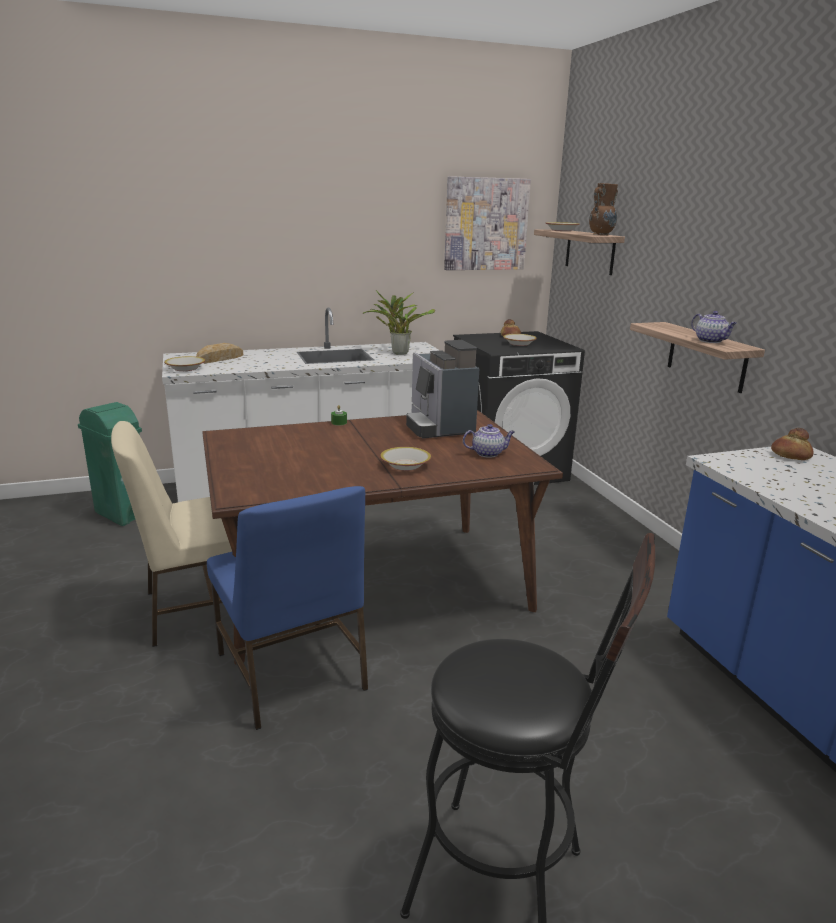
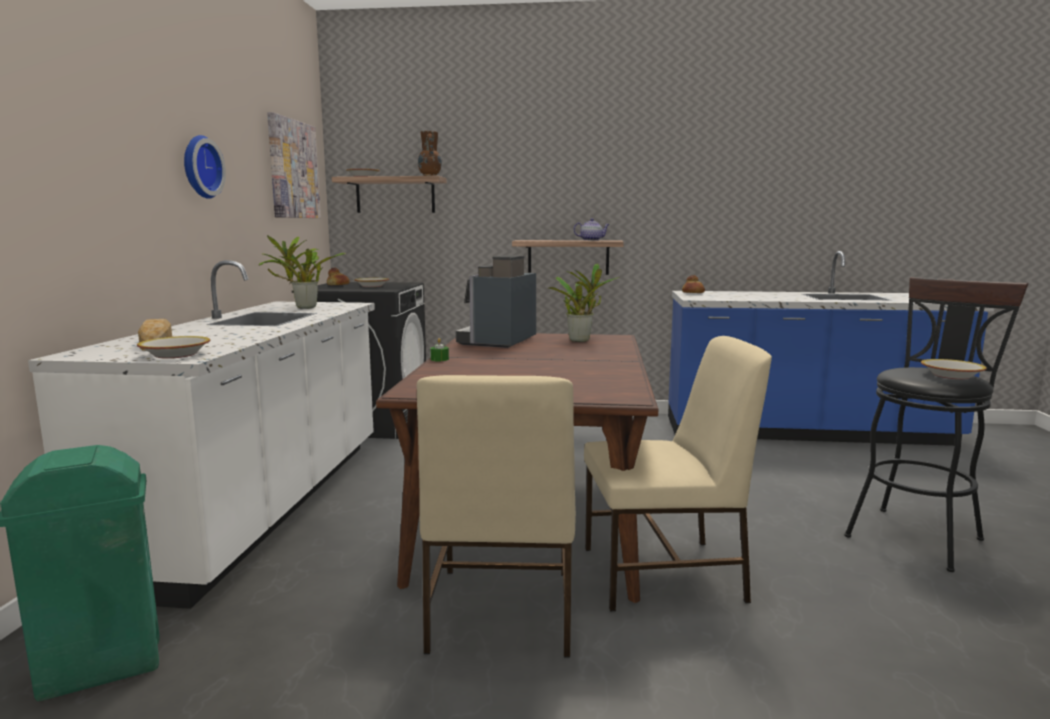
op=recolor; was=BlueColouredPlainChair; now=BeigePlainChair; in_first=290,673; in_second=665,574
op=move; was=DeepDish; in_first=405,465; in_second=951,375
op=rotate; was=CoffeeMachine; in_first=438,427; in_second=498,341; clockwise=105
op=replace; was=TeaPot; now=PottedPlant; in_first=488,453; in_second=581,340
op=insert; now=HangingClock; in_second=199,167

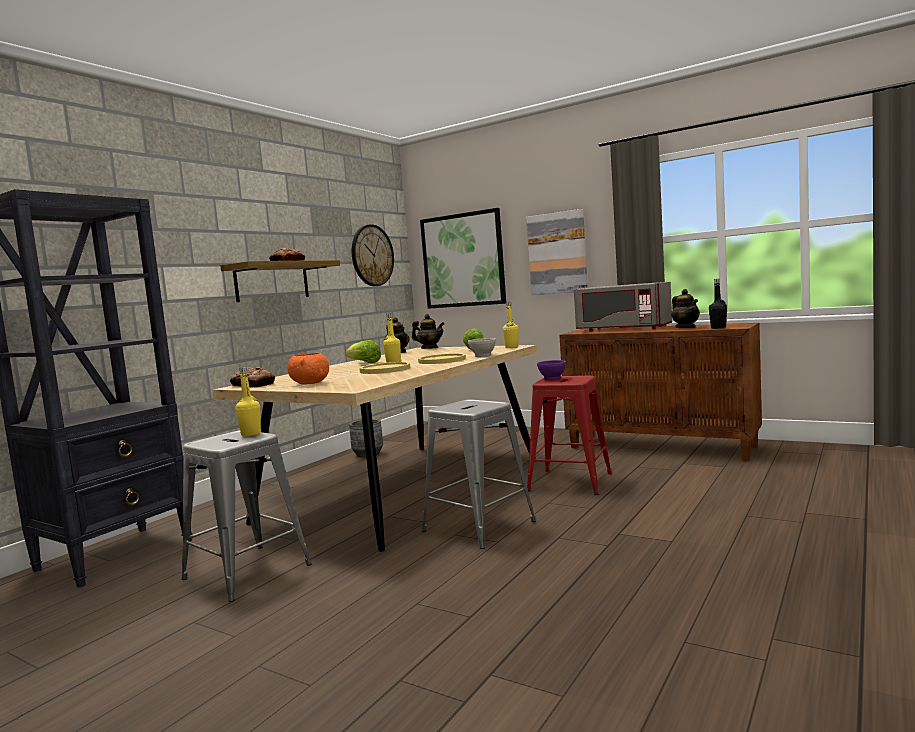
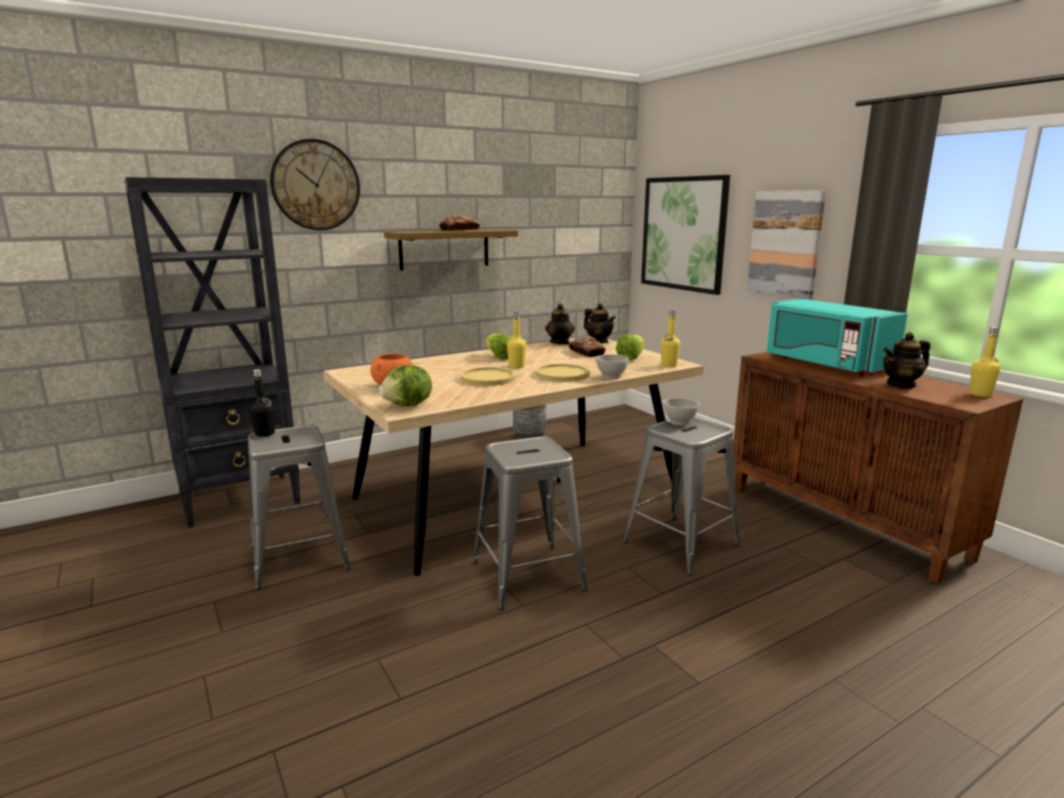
op=move; was=BakeryBread; in_first=253,385; in_second=586,352
op=move; was=YellowishBottle; in_first=251,434; in_second=980,394
op=move; was=HangingClock; in_first=372,255; in_second=315,185
op=recolor; was=RedColouredStoolSeat; now=GreyStoolSeat; in_first=569,482; in_second=680,543
op=recolor; was=PurplishDeepDish; now=WhitishDeepDish; in_first=552,378; in_second=680,422
op=recolor; was=GreyKitchenMicrowave; now=BlueGreenKitchenMicrowave; in_first=622,329; in_second=825,364
op=rotate; was=TeaPot; in_first=686,328; in_second=901,385; clockwise=60
op=move; was=BlackColouredBottle; in_first=718,328; in_second=265,434
op=insert; now=HeadOfLettuce; in_second=408,406

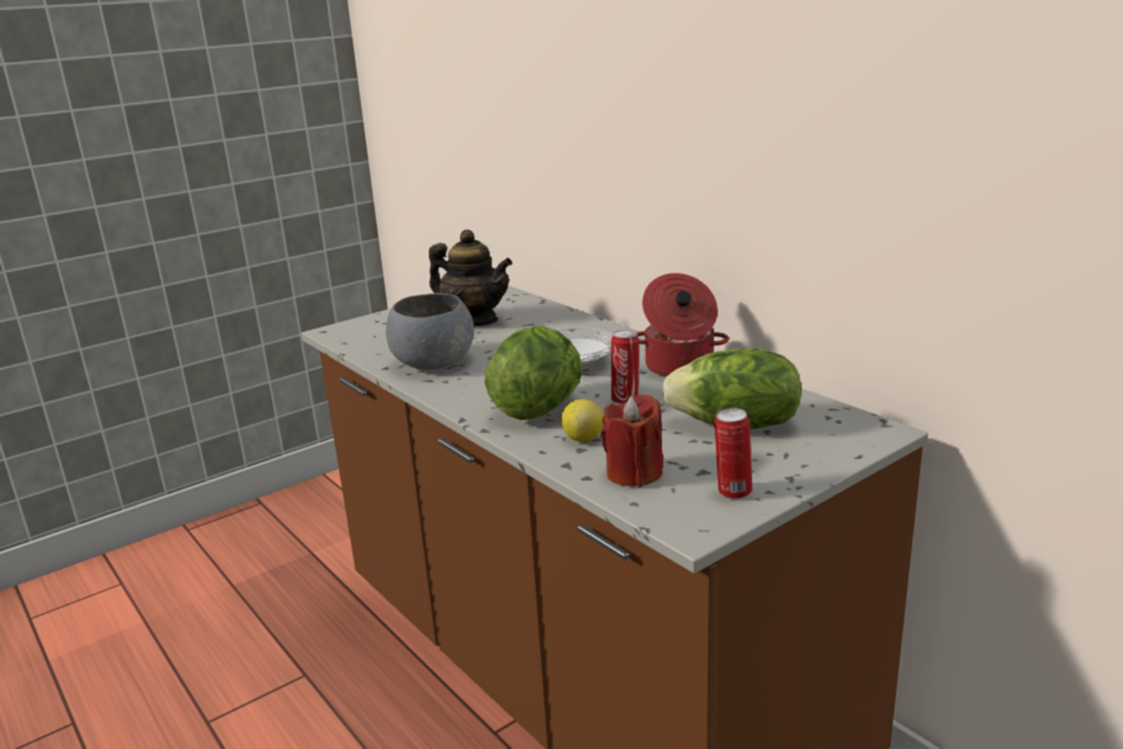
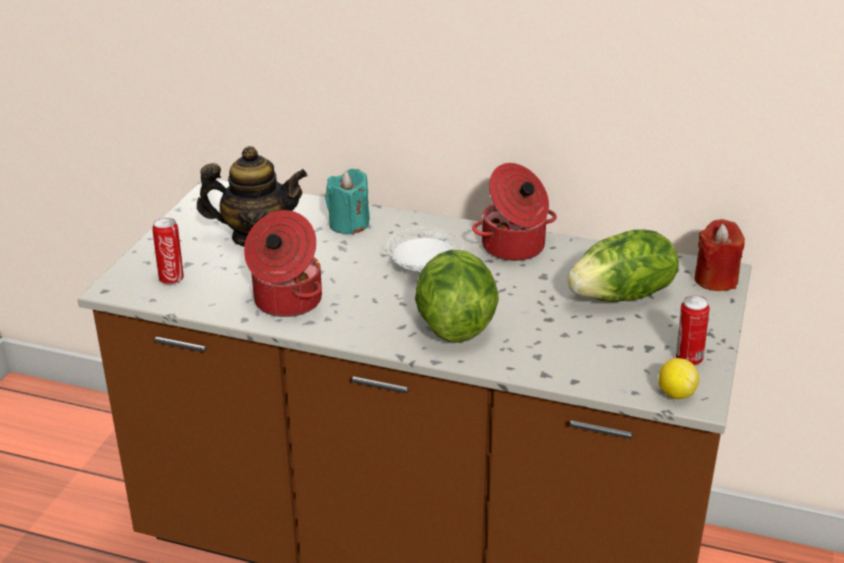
op=replace; was=GreyDeepDish; now=CookingPot; in_first=432,363; in_second=286,301
op=move; was=CitrusFruit; in_first=583,438; in_second=676,393
op=move; was=RedColouredWaxCandle; in_first=634,473; in_second=715,280
op=move; was=SealedCan; in_first=625,400; in_second=171,278
op=insert; now=BlueGreenWaxCandle; in_second=349,224

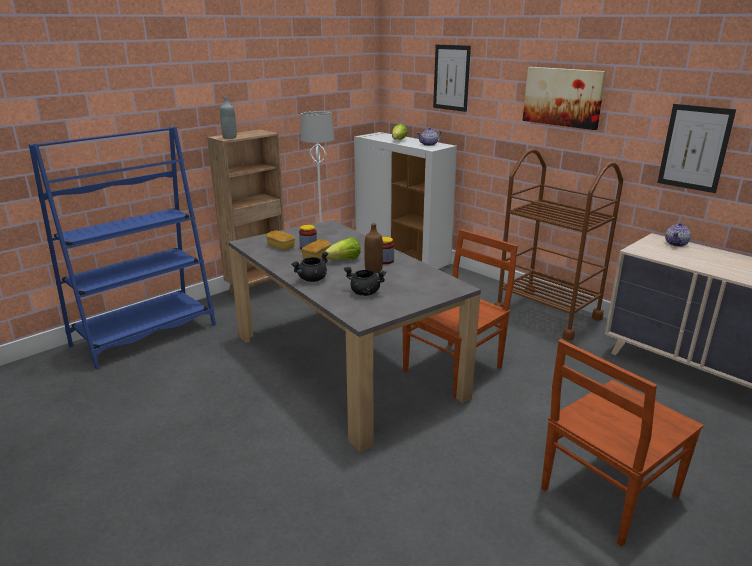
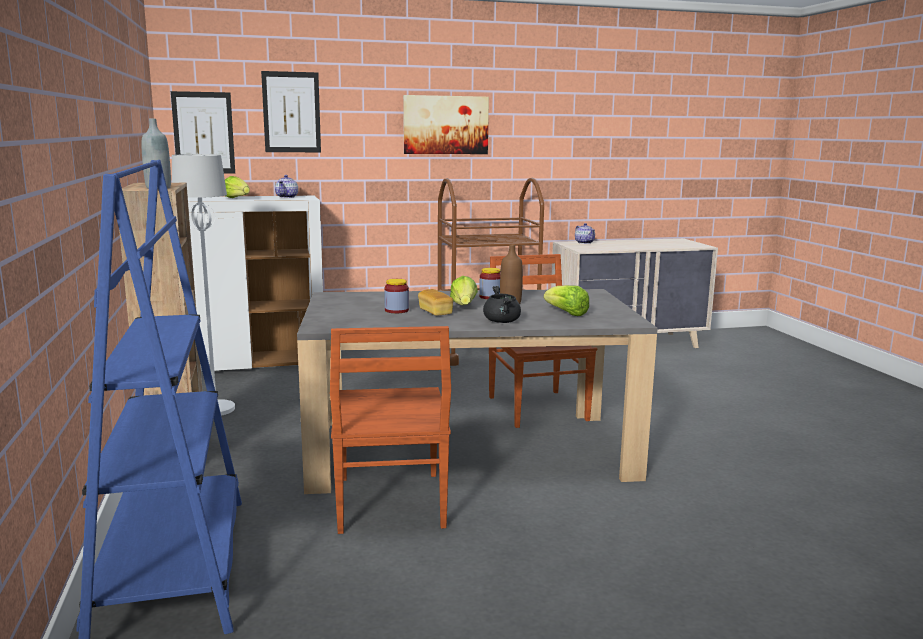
op=delete; was=BakeryBread; in_first=281,246
op=replace; was=BlackColouredCookingPot; now=HeadOfLettuce; in_first=364,293; in_second=566,313
op=move; was=BrownishPlainChair; in_first=607,493; in_second=390,503
op=move; was=WallArt; in_first=694,148; in_second=203,133

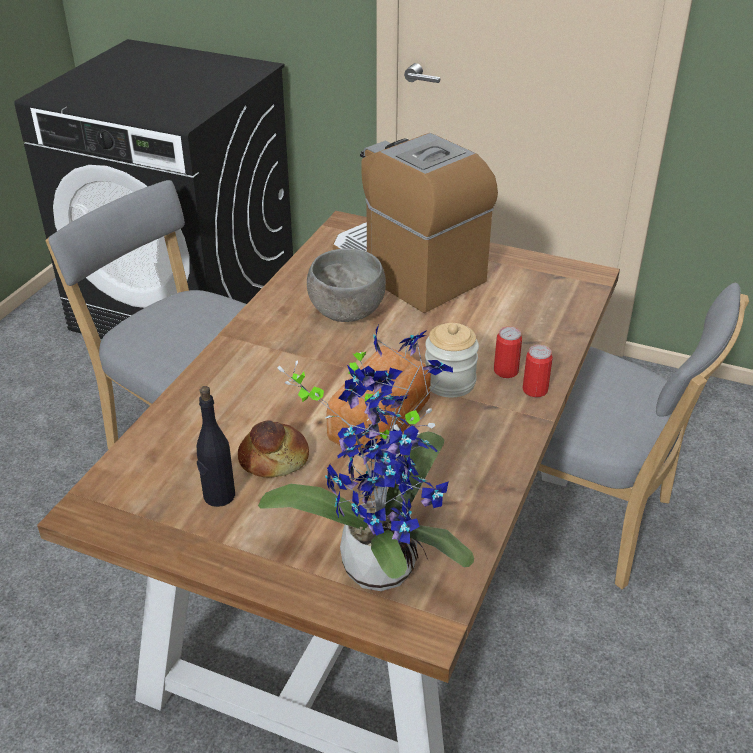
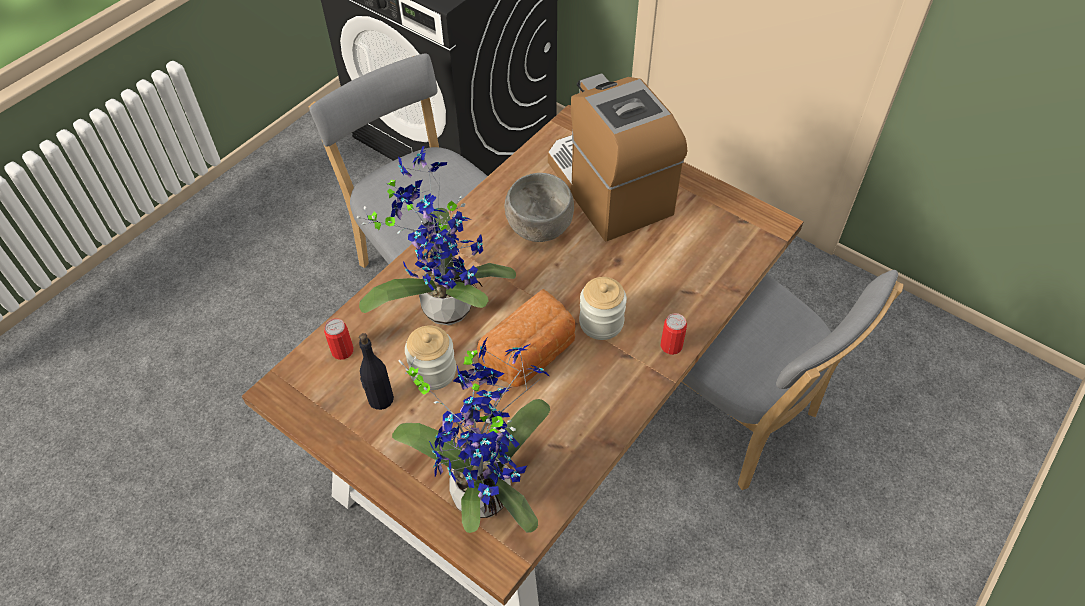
op=replace; was=BakeryBread; now=Jar; in_first=274,458; in_second=433,371
op=move; was=SealedCan; in_first=506,371; in_second=342,351
op=insert; now=PottedPlant; in_second=444,303

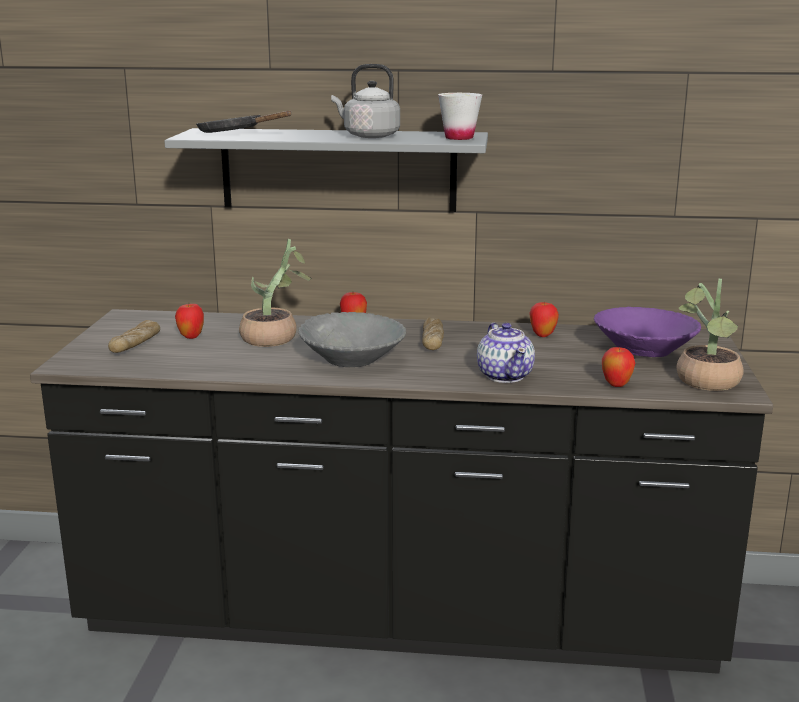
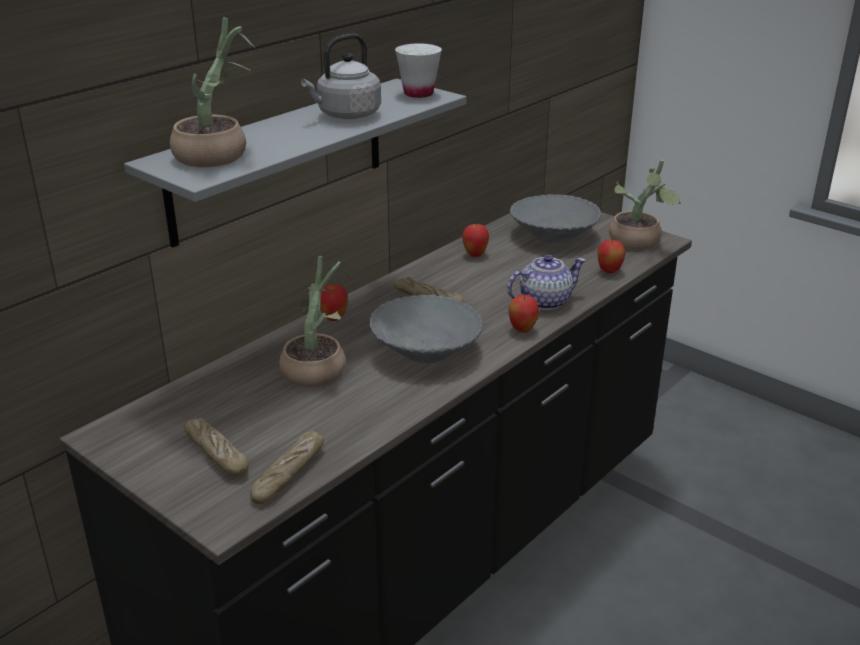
op=move; was=Apple; in_first=191,337; in_second=522,330
op=replace; was=BlackColouredSkillet; now=PottedPlant; in_first=236,133; in_second=219,155
op=rotate; was=TeaPot; in_first=505,375; in_second=544,301; clockwise=-45
op=recolor; was=PurplishDeepDish; now=GreyDeepDish; in_first=643,350; in_second=553,235
op=insert; now=BakeryBread; in_second=288,474

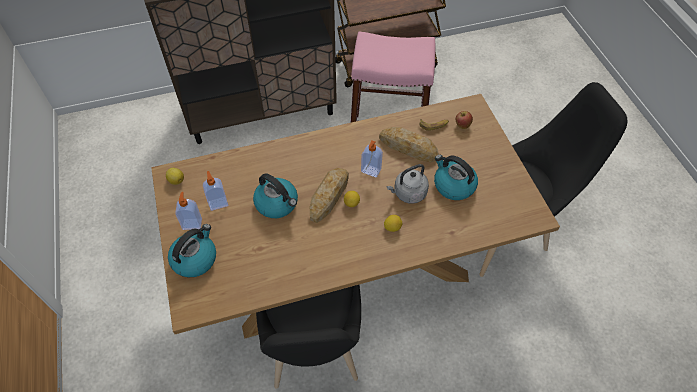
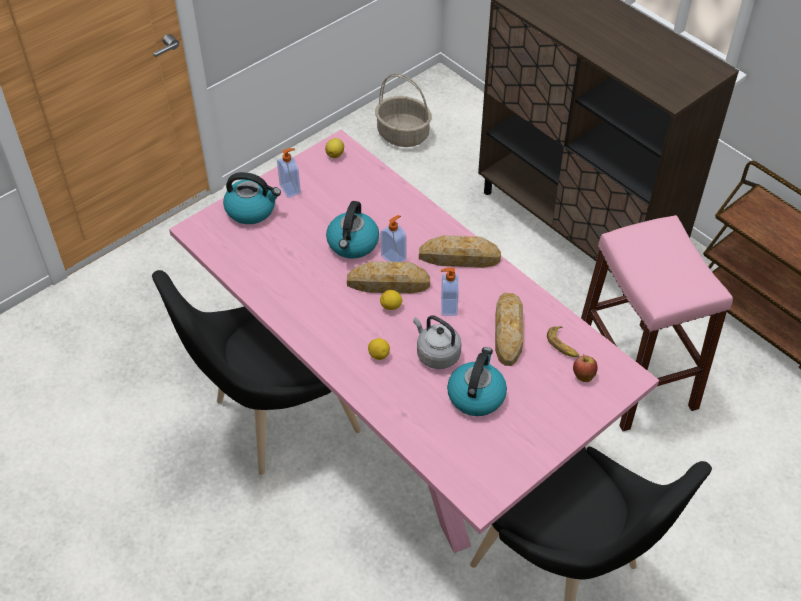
op=recolor; was=BrownishDinnerTable; now=PinkDinnerTable; in_first=348,266; in_second=402,409
op=move; was=LiquidSoapBottle; in_first=218,203; in_second=394,257
op=insert; now=Basket; in_second=403,134
op=insert; now=BakeryBread; in_second=459,257

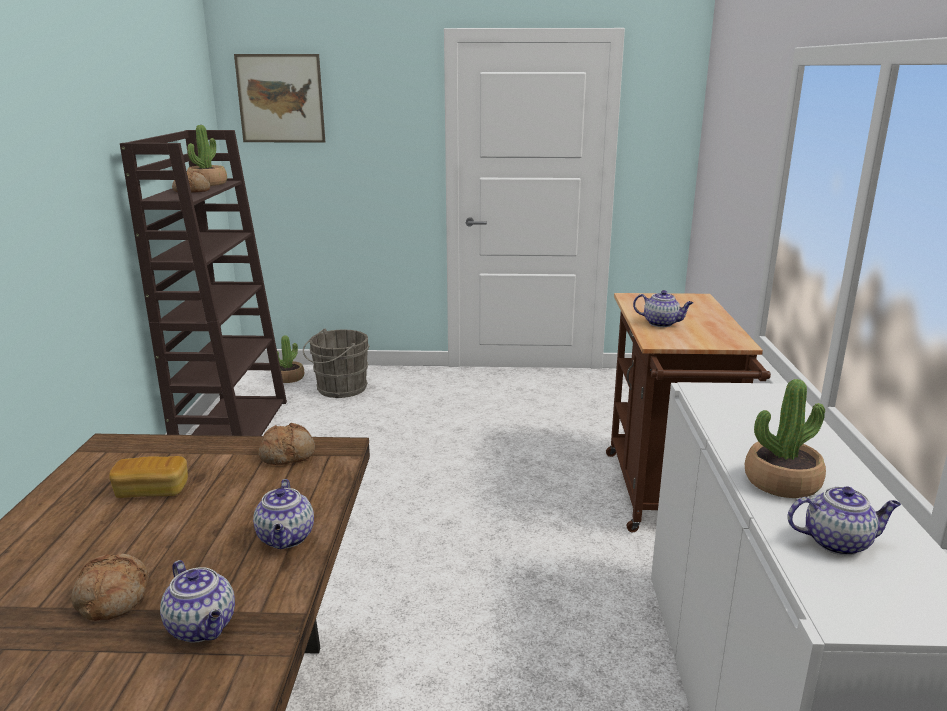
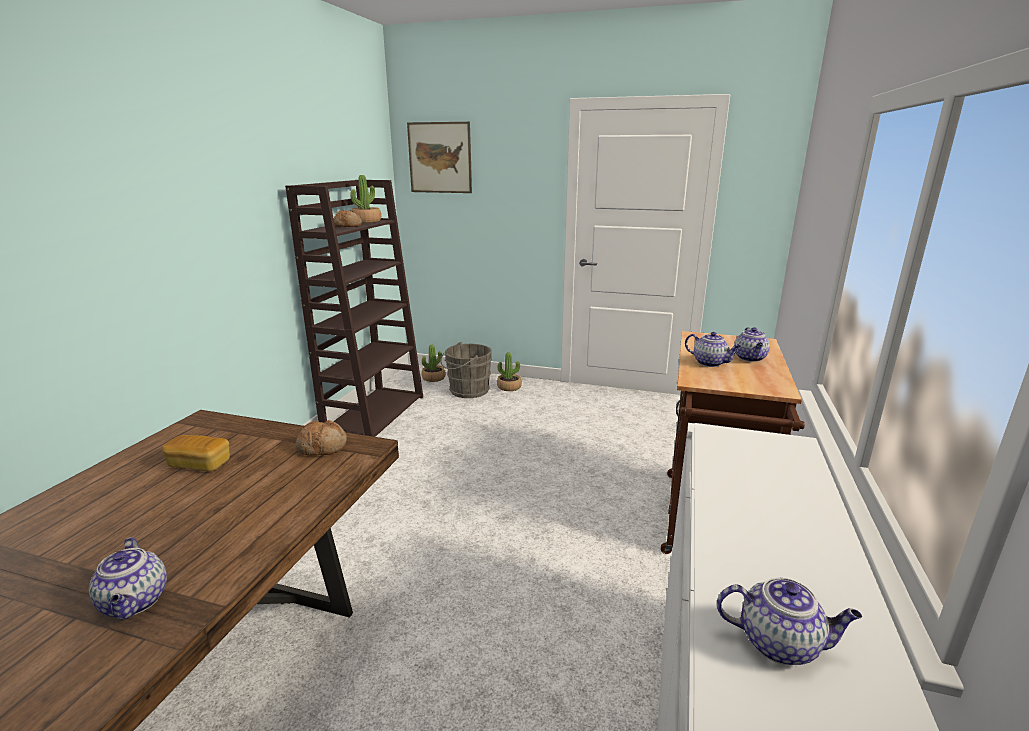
op=delete; was=BakeryBread; in_first=111,598
op=move; was=TeaPot; in_first=286,538; in_second=750,358
op=move; was=PottedPlant; in_first=782,482; in_second=509,387

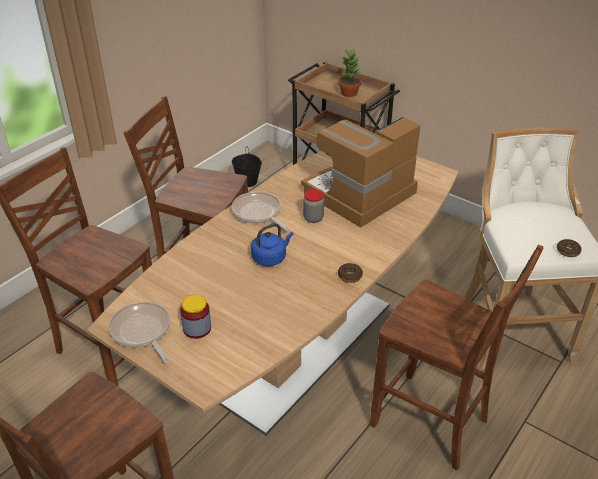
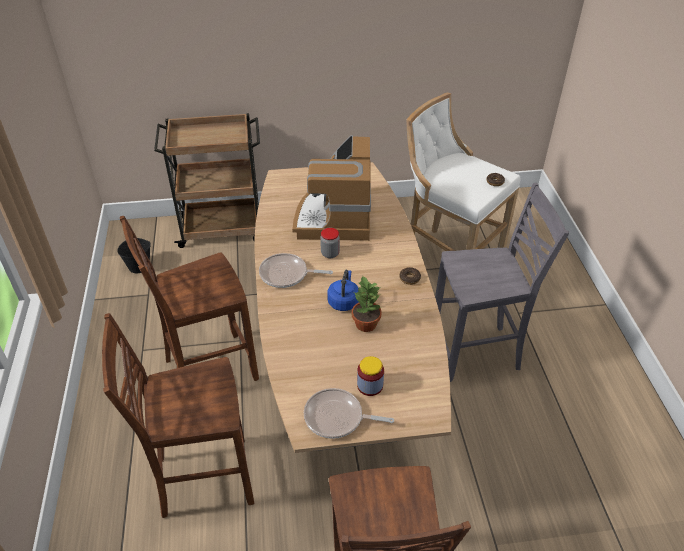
op=move; was=PottedPlant; in_first=349,93; in_second=365,324
op=recolor; was=BrownishPlainChair; now=GreyPlainChair; in_first=431,423; in_second=477,353

